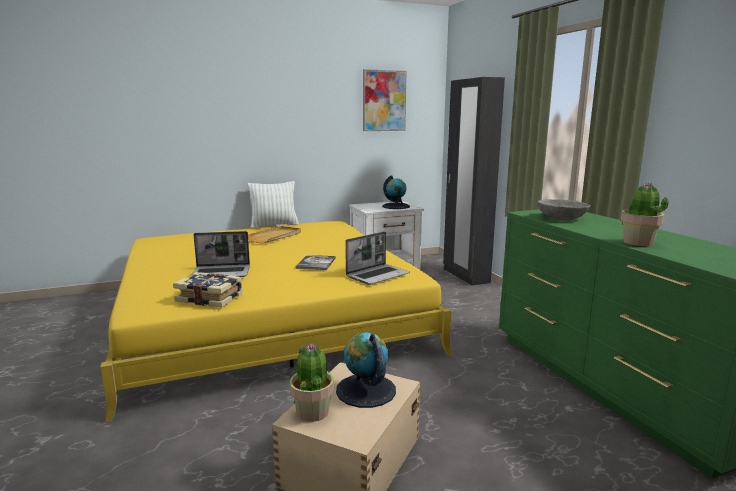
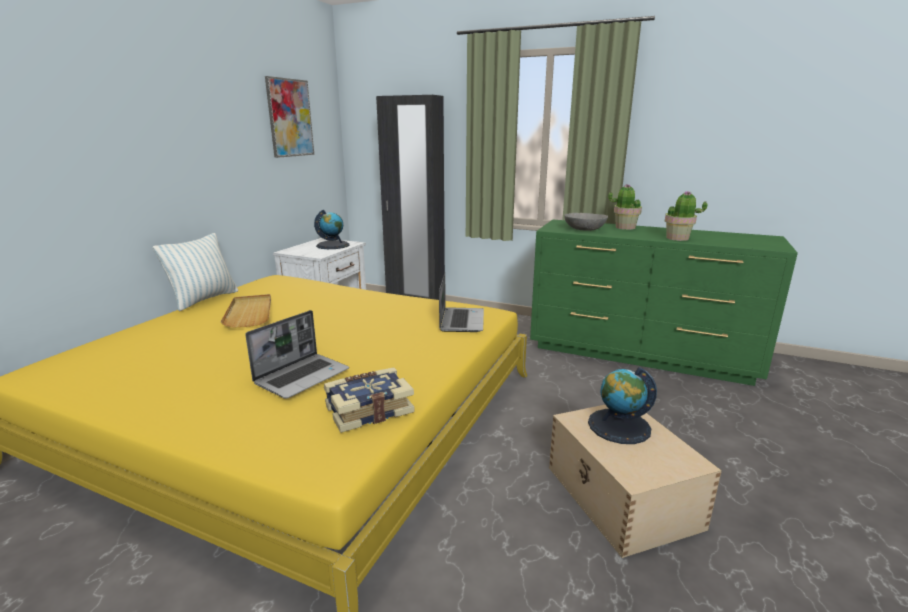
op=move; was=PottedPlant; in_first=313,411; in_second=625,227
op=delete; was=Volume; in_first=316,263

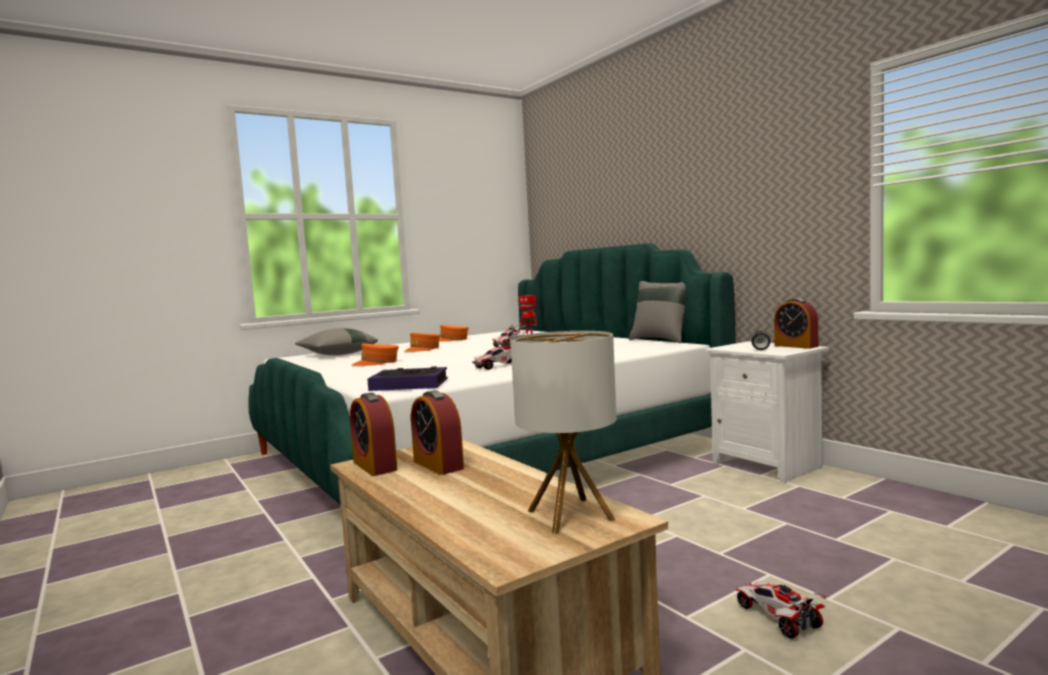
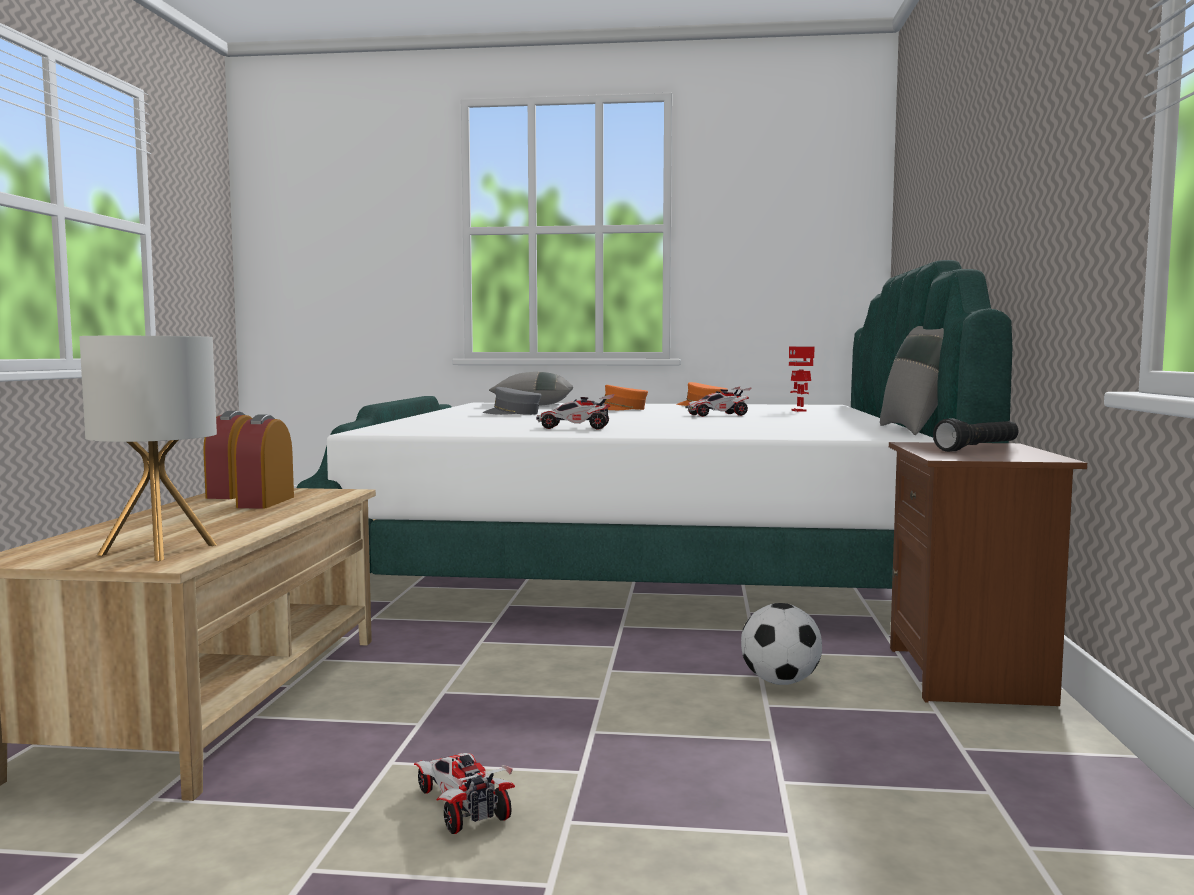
op=recolor; was=OrangeBaseballCap; now=GreyBaseballCap; in_first=376,363; in_second=512,413
op=delete; was=Volume; in_first=409,385
op=recolor; was=WhitishNightstand; now=BrownishNightstand; in_first=768,465; in_second=971,675
op=rotate; was=MiniatureCar; in_first=777,618; in_second=460,806; clockwise=-45
op=delete; was=AlarmClock; in_first=796,346
op=insert; now=FootballBall; in_second=780,682

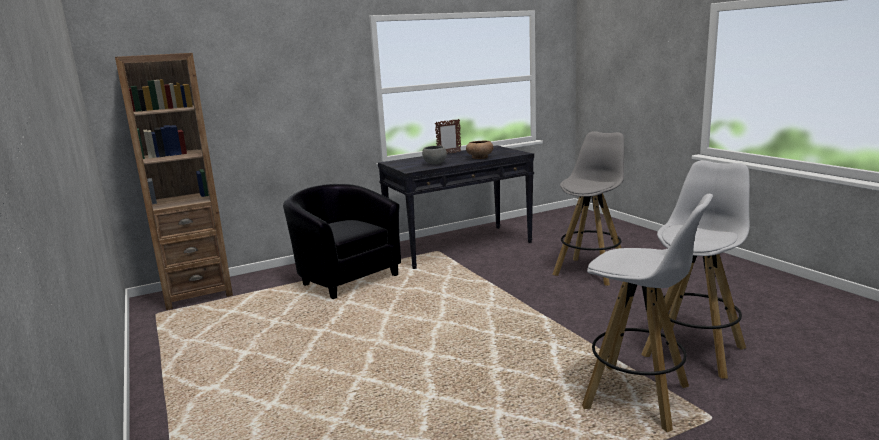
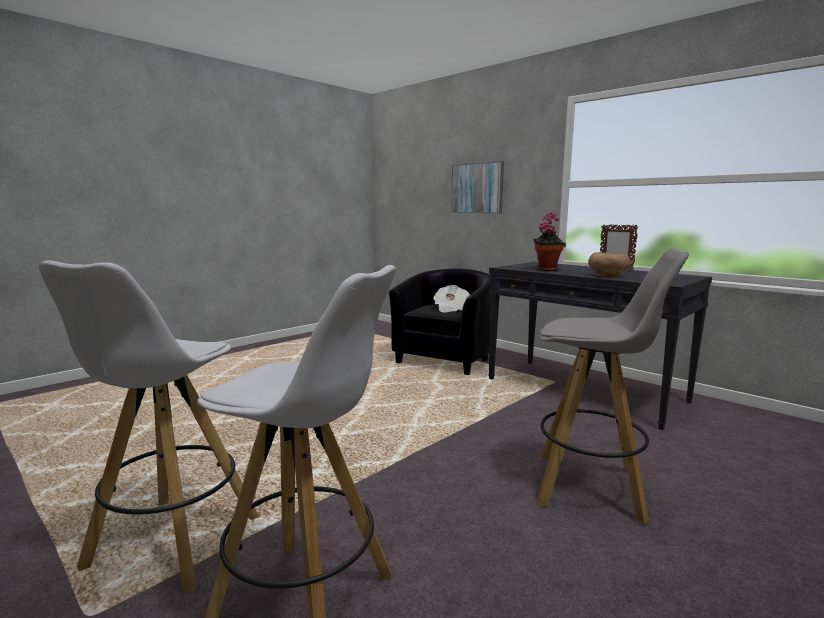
op=delete; was=BrownishBookshelf; in_first=197,293
op=replace; was=GreyDeepDish; now=PottedPlant; in_first=434,164; in_second=547,269
op=insert; now=PrintedPaper; in_second=450,309
op=insert; now=WallArt; in_second=477,188

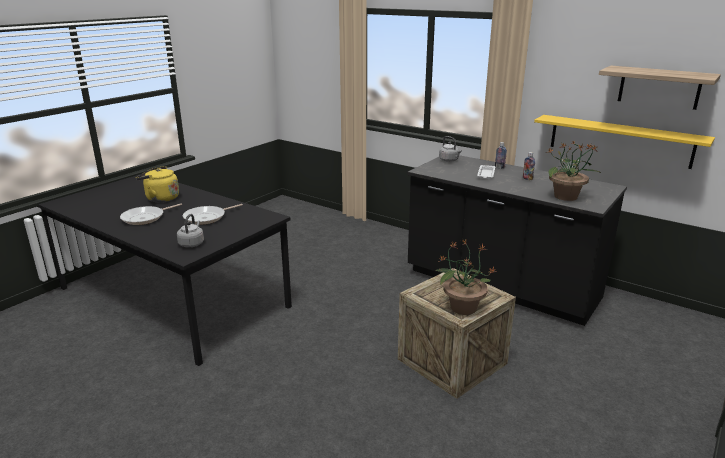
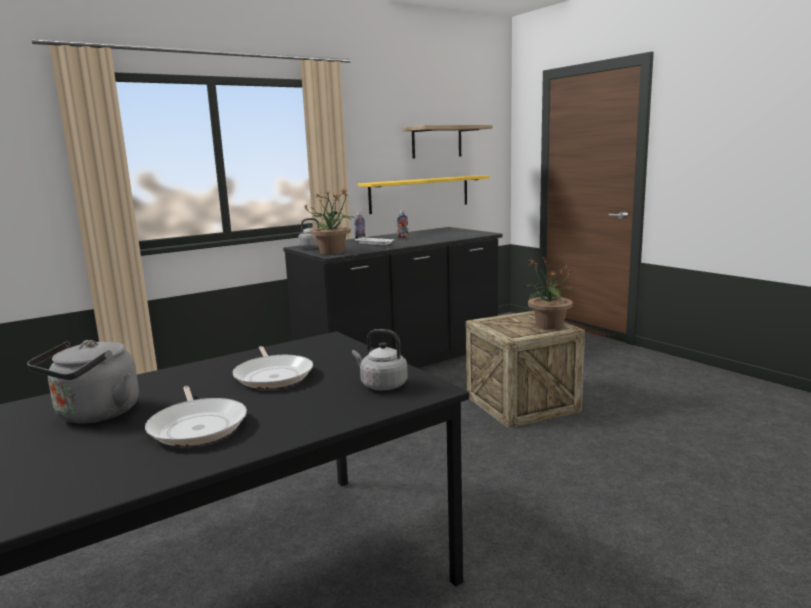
op=recolor; was=YellowishWaterKettle; now=GreyWaterKettle; in_first=160,198; in_second=95,415
op=move; was=PottedPlant; in_first=566,197; in_second=333,252

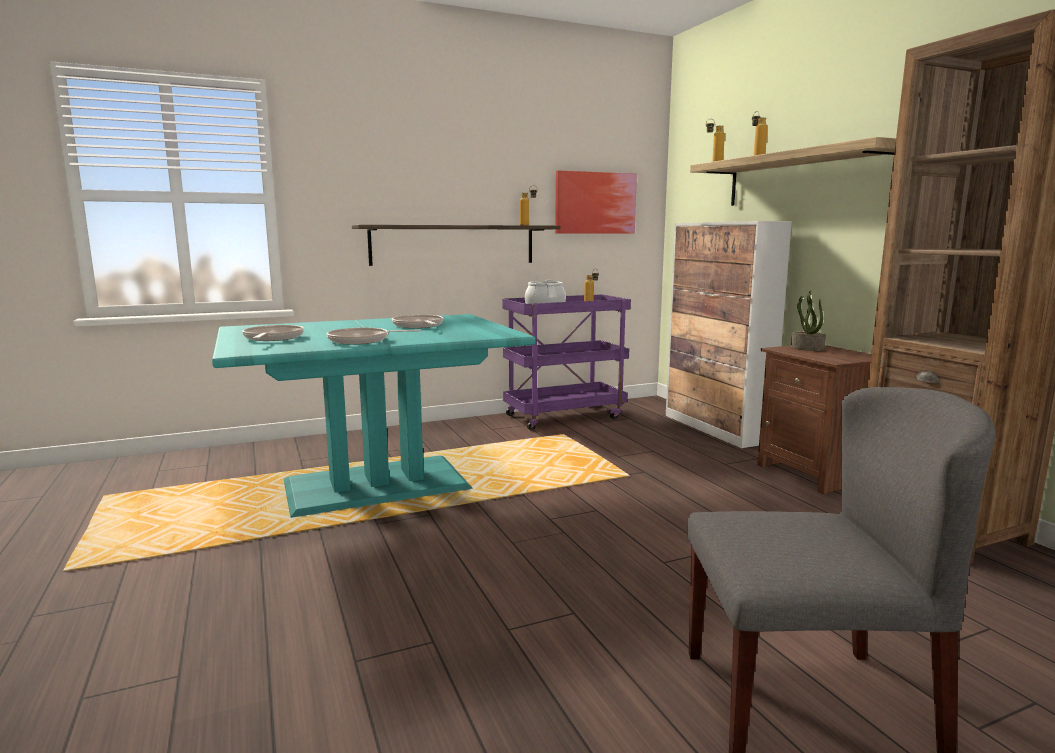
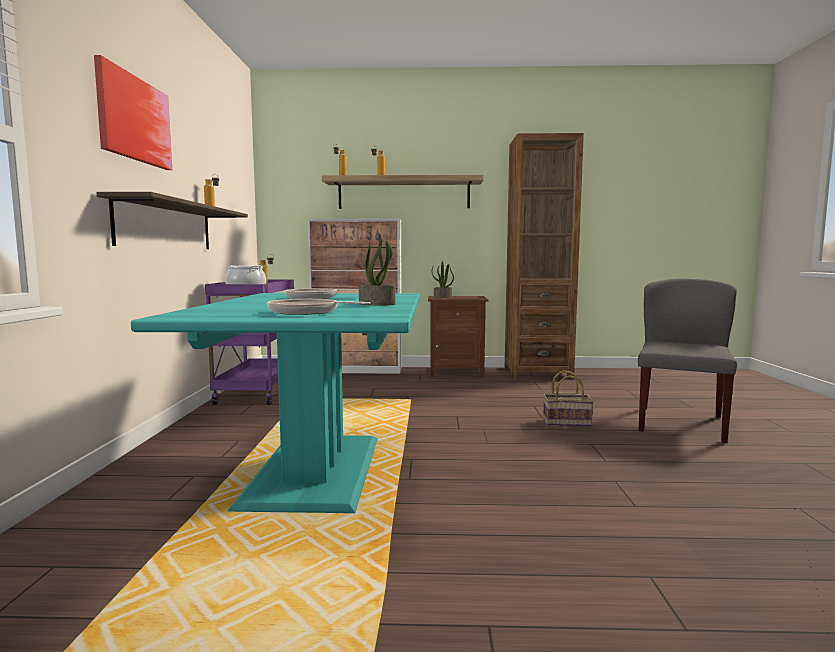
op=replace; was=Skillet; now=PottedPlant; in_first=362,341; in_second=377,304
op=move; was=WallArt; in_first=595,203; in_second=134,119
op=insert; now=Basket; in_second=567,422

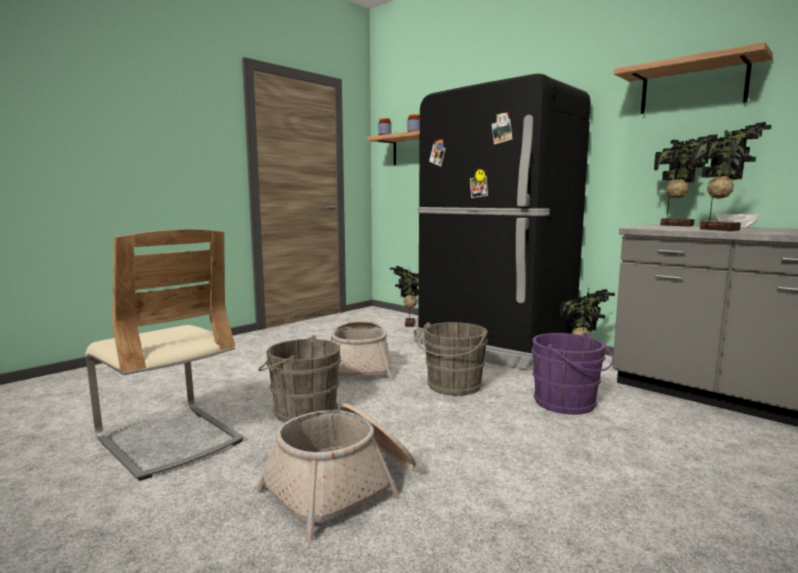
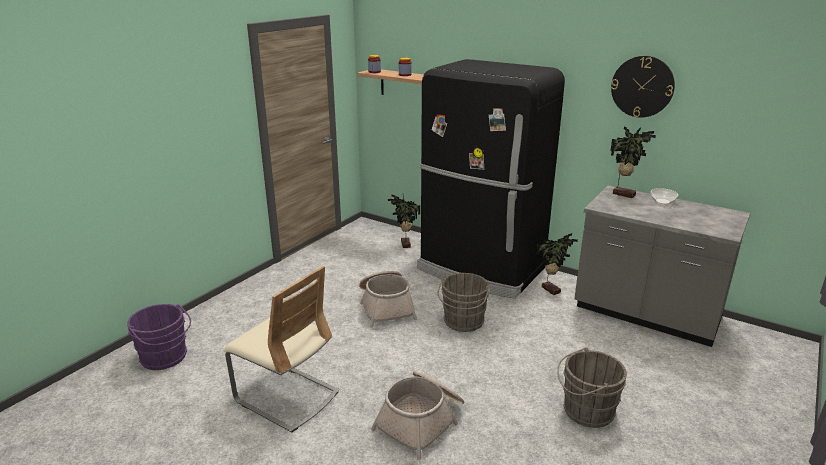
op=move; was=GreyBucket; in_first=301,412; in_second=585,411
op=move; was=PurplishBucket; in_first=568,404; in_second=165,358
op=replace; was=BracketShelf; now=HangingClock; in_first=692,87; in_second=642,86
op=delete; was=PottedPlant; in_first=720,230

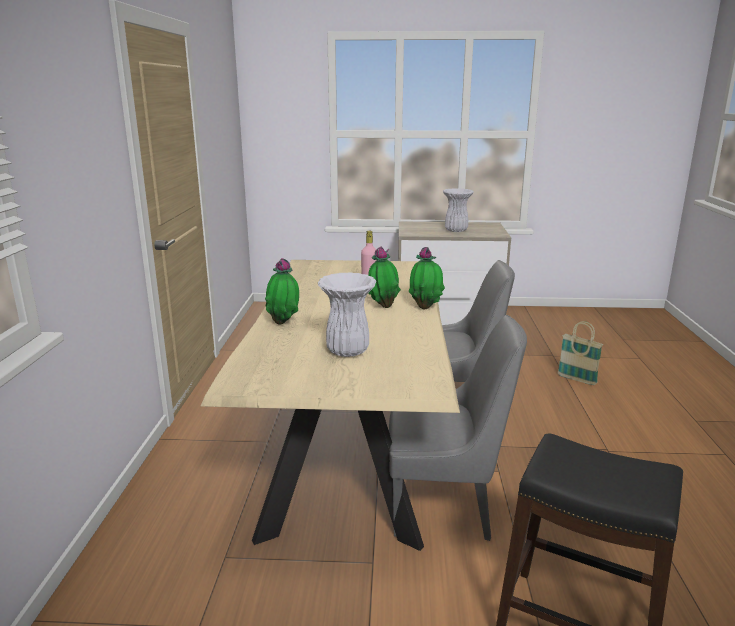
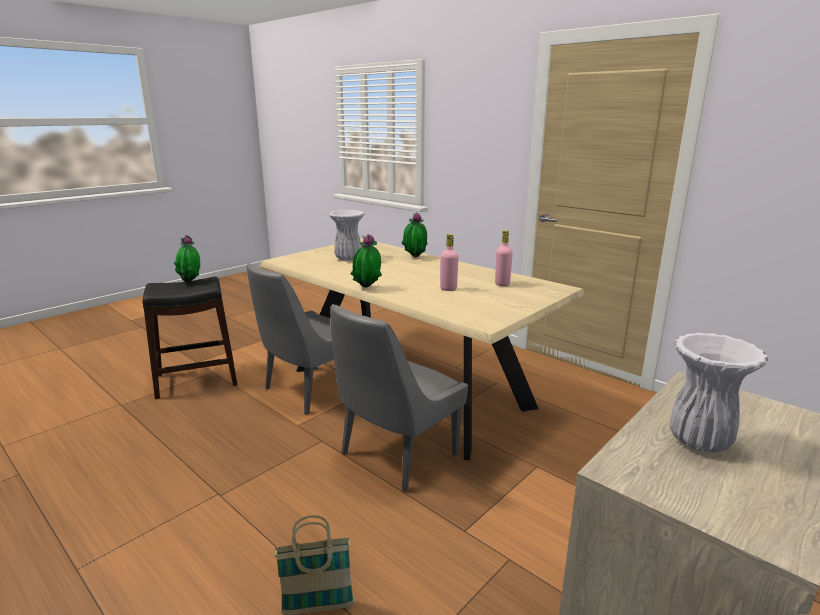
op=move; was=PottedPlant; in_first=383,306; in_second=191,282
op=insert; now=PinkBottle; in_second=502,284

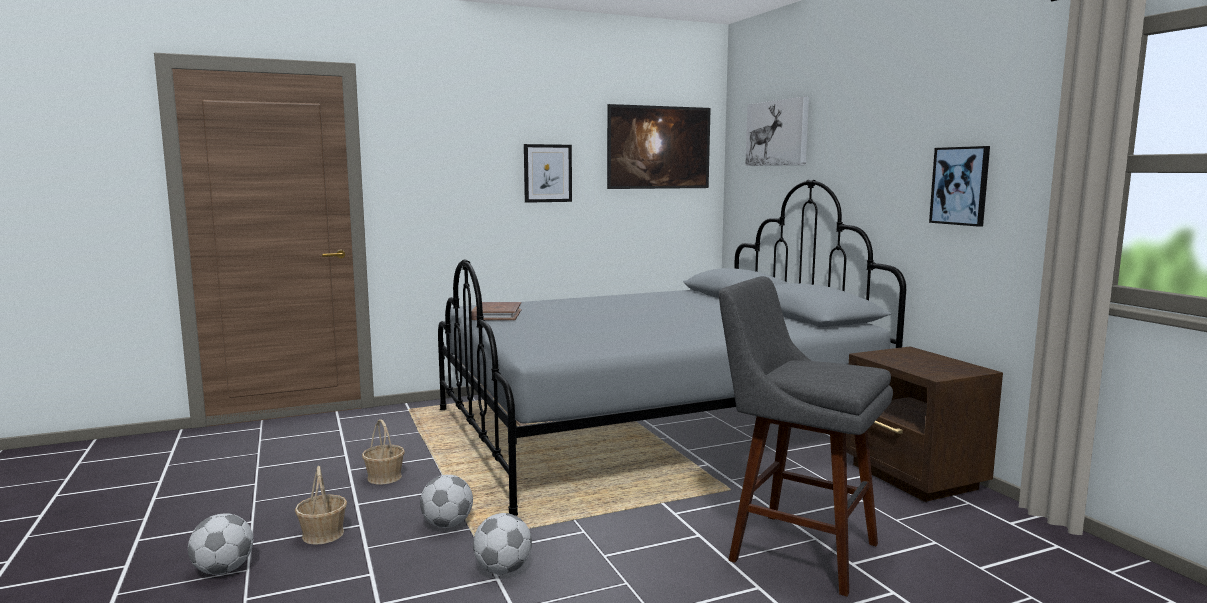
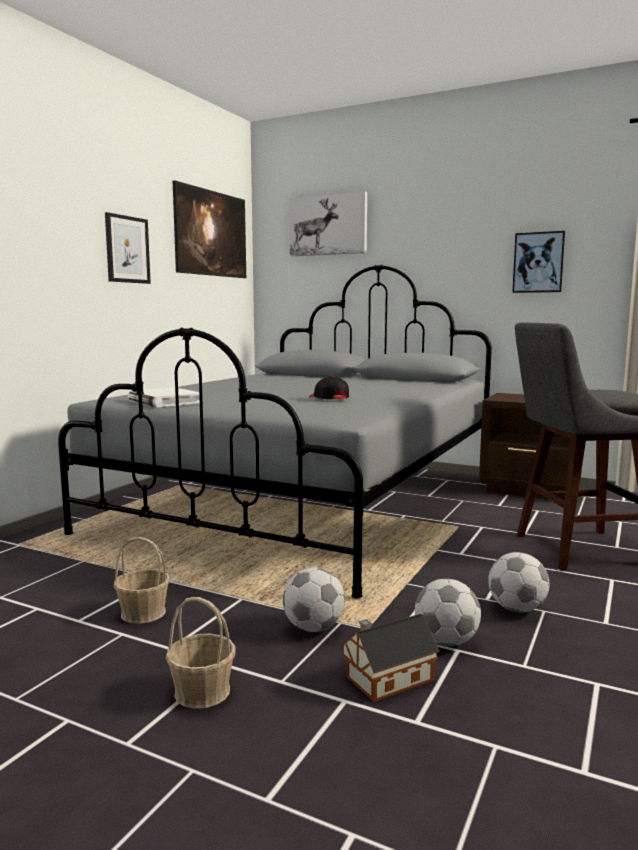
op=move; was=FootballBall; in_first=224,570; in_second=516,609
op=recolor; was=BrownishVolume; now=WhitishVolume; in_first=496,315; in_second=164,401
op=insert; now=BlackColouredBaseballCap; in_second=328,398
op=insert; now=ModelHouse; in_second=386,679

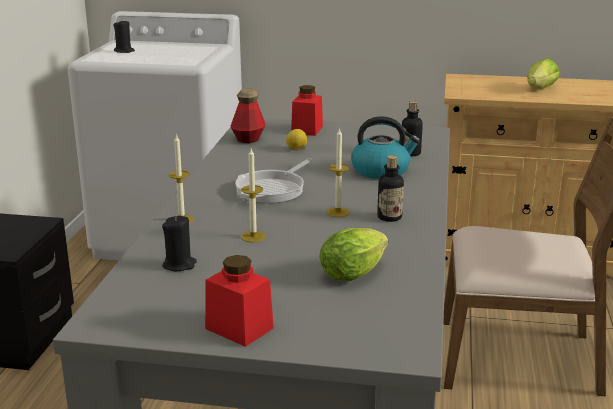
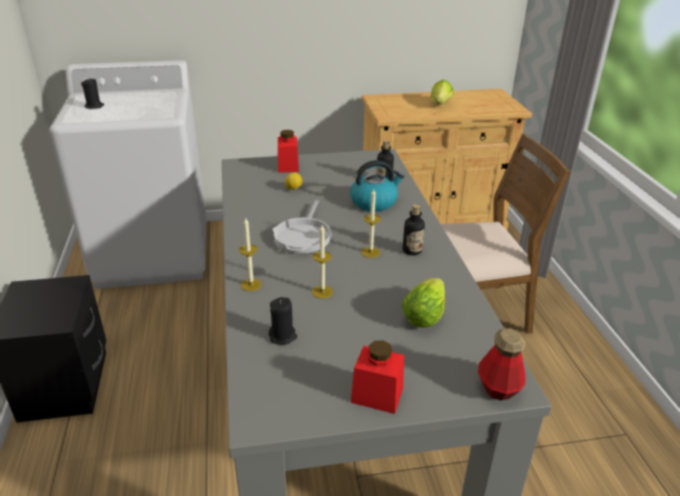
op=move; was=Bottle; in_first=248,139; in_second=498,388

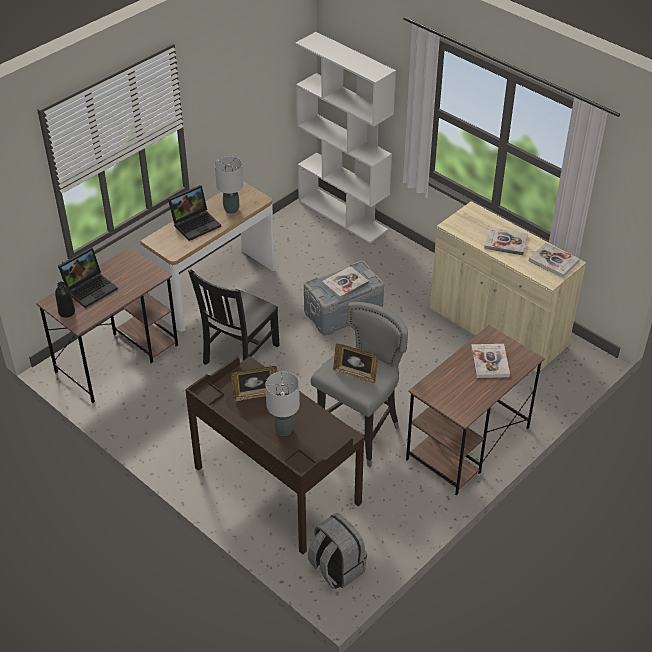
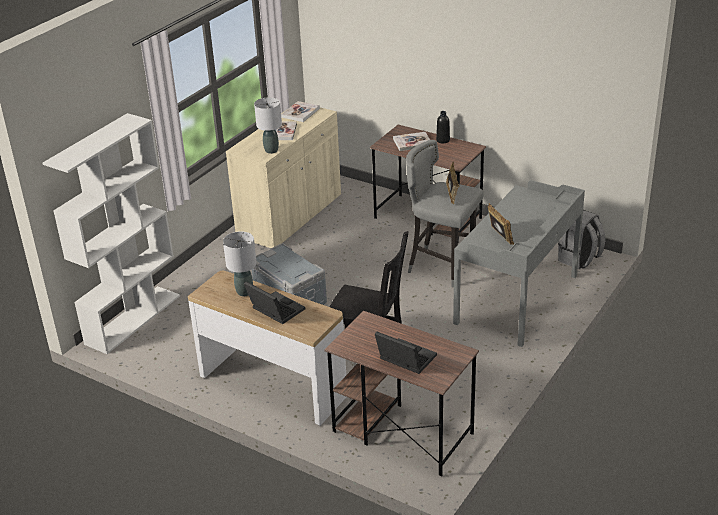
op=move; was=BlackColouredBottle; in_first=66,312; in_second=443,140
op=recolor; was=BrownishDeskUnit; now=GreyDeskUnit; in_first=276,486; in_second=517,299
op=move; was=GreyLampForATable; in_first=283,430; in_second=271,150
op=delete; was=Volume; in_first=345,284

